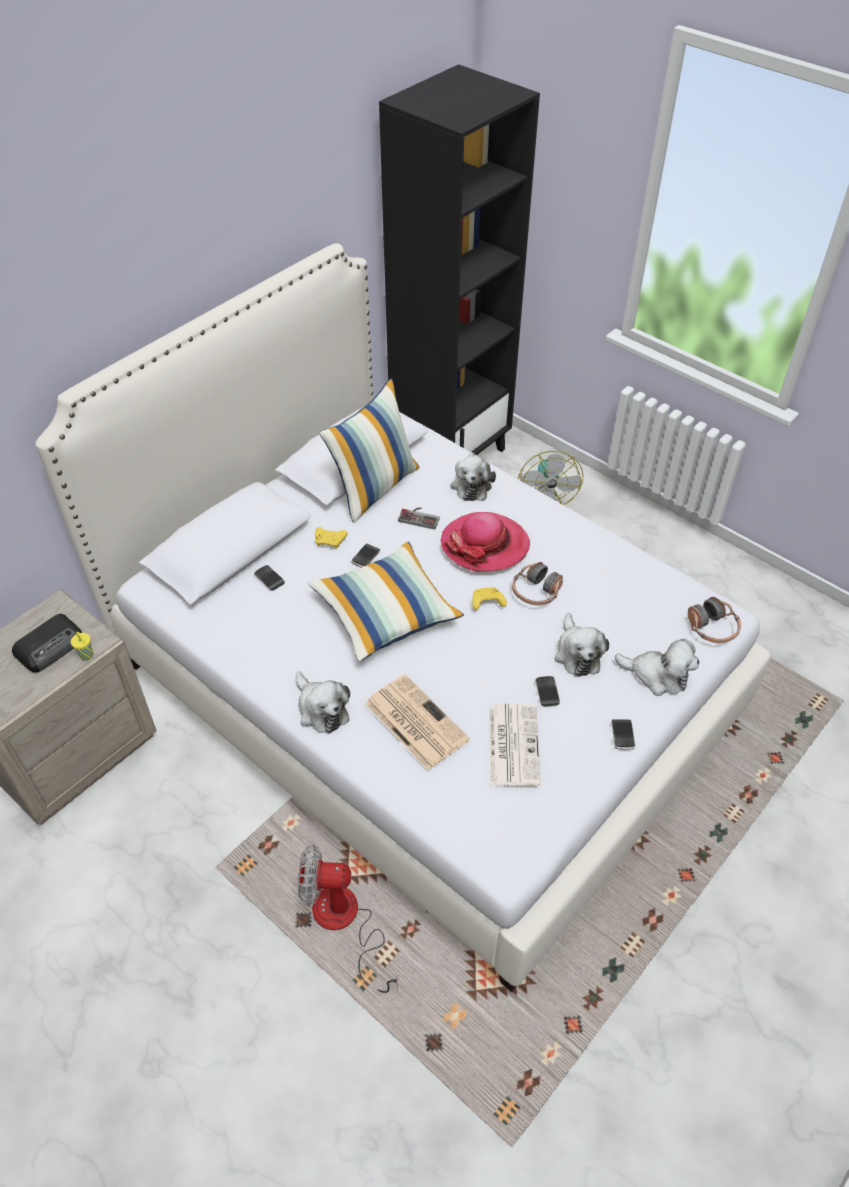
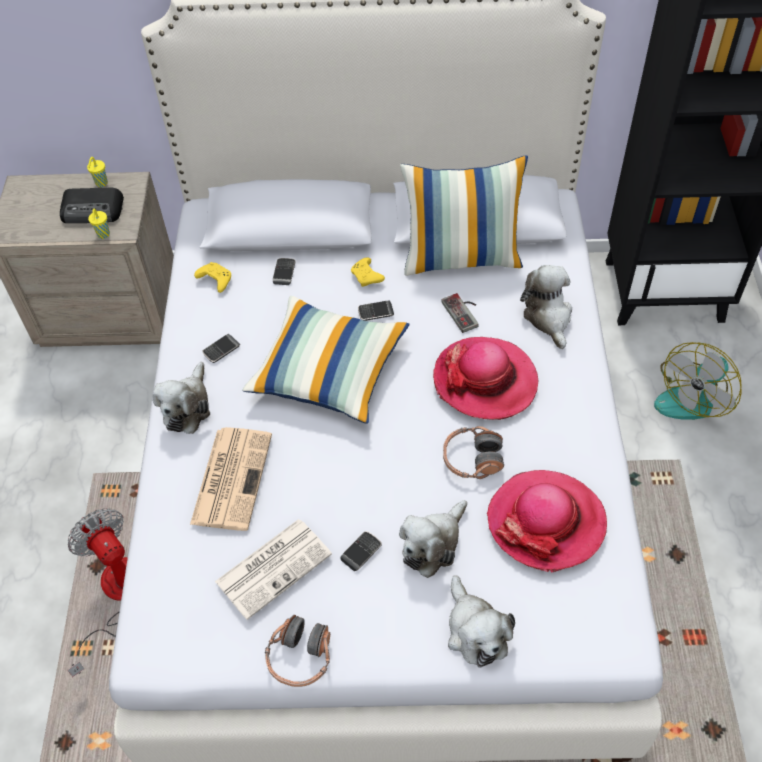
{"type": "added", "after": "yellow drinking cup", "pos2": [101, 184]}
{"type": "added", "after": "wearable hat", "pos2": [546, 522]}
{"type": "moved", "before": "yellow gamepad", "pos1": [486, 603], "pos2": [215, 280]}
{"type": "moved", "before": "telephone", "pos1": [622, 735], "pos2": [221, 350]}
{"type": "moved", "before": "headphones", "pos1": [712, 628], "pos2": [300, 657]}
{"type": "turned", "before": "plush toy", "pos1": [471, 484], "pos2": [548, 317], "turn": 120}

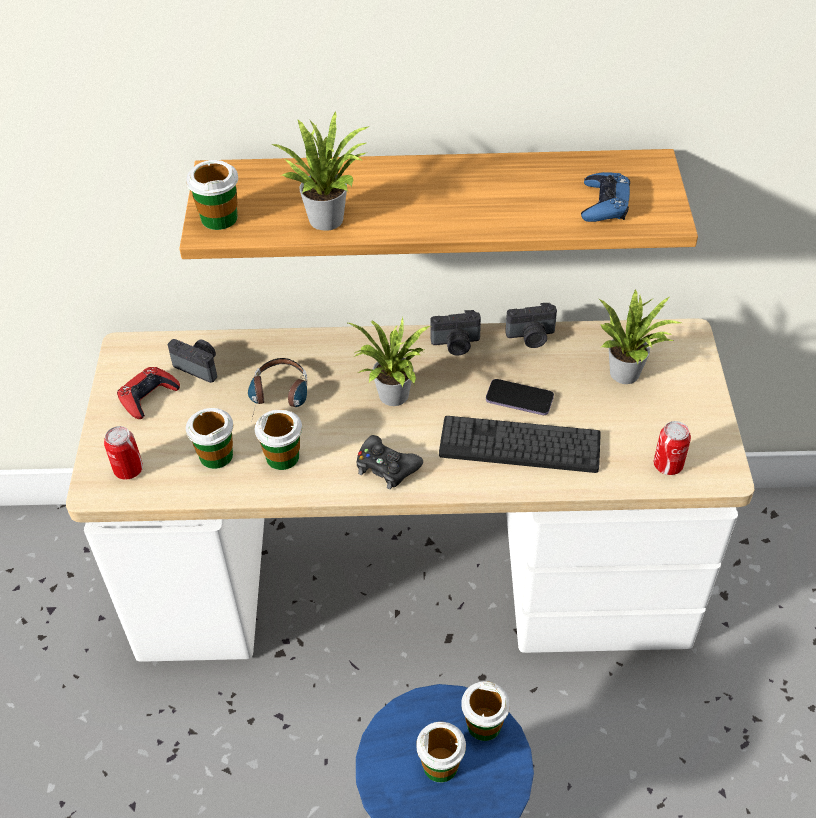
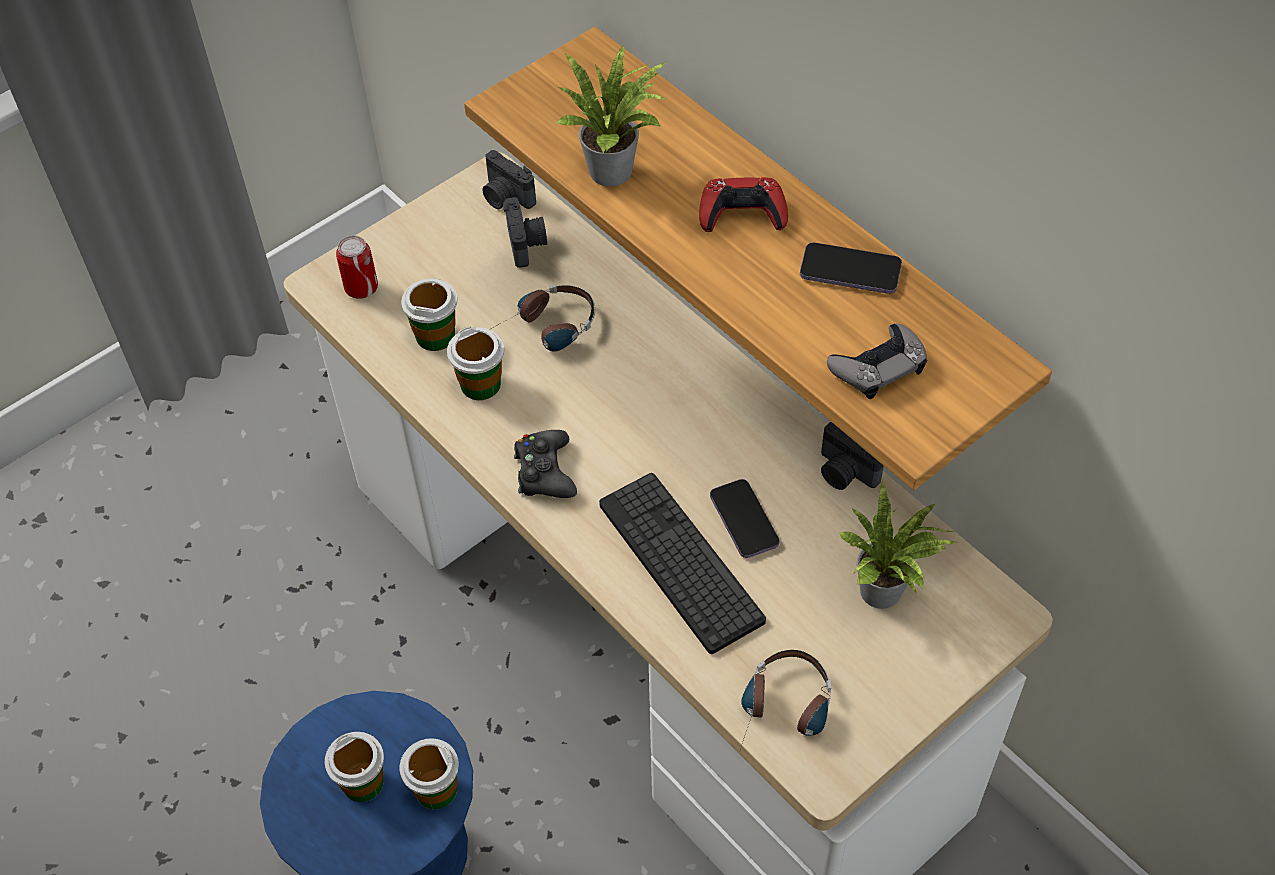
{"type": "removed", "before": "drinking cup", "pos1": [219, 218]}
{"type": "removed", "before": "houseplant", "pos1": [392, 398]}
{"type": "added", "after": "telephone", "pos2": [850, 271]}
{"type": "moved", "before": "reddish gamepad", "pos1": [148, 396], "pos2": [742, 213]}
{"type": "moved", "before": "still camera", "pos1": [456, 344], "pos2": [505, 197]}
{"type": "replaced", "before": "can", "after": "headphones", "pos1": [668, 465], "pos2": [784, 713]}
{"type": "recoloured", "before": "blue gamepad", "after": "gray gamepad", "pos1": [604, 204], "pos2": [878, 367]}

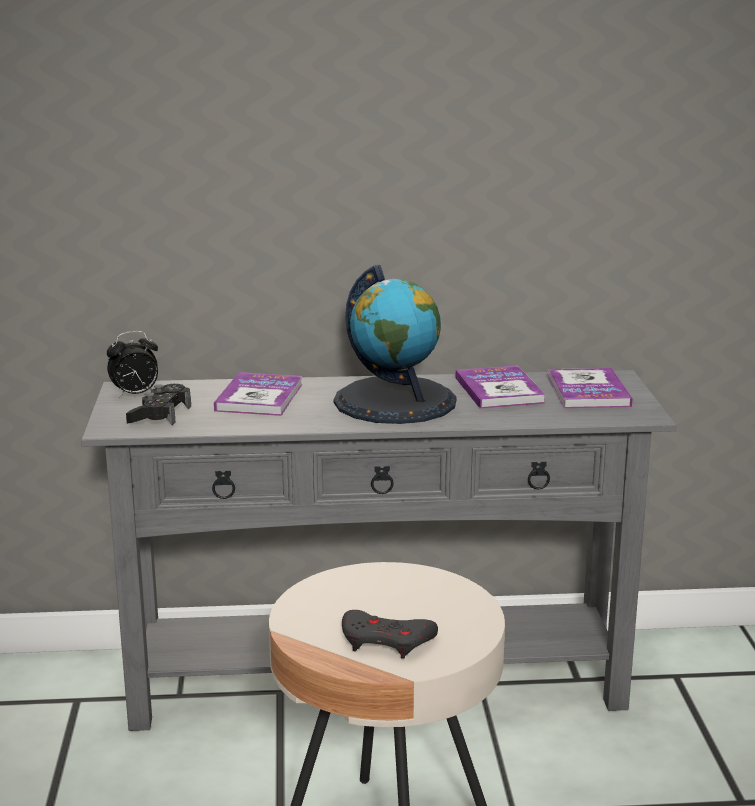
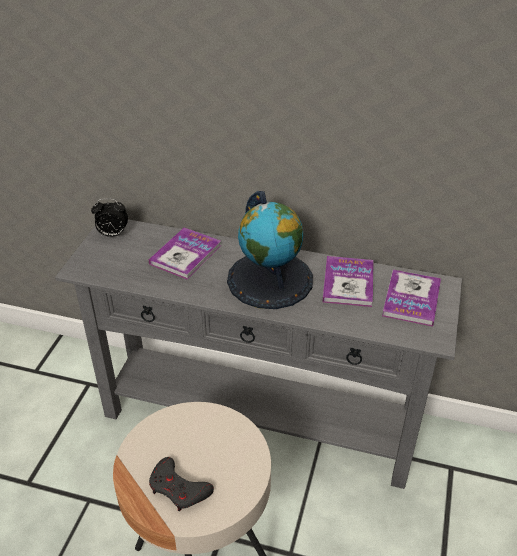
{"type": "removed", "before": "black gamepad", "pos1": [160, 414]}

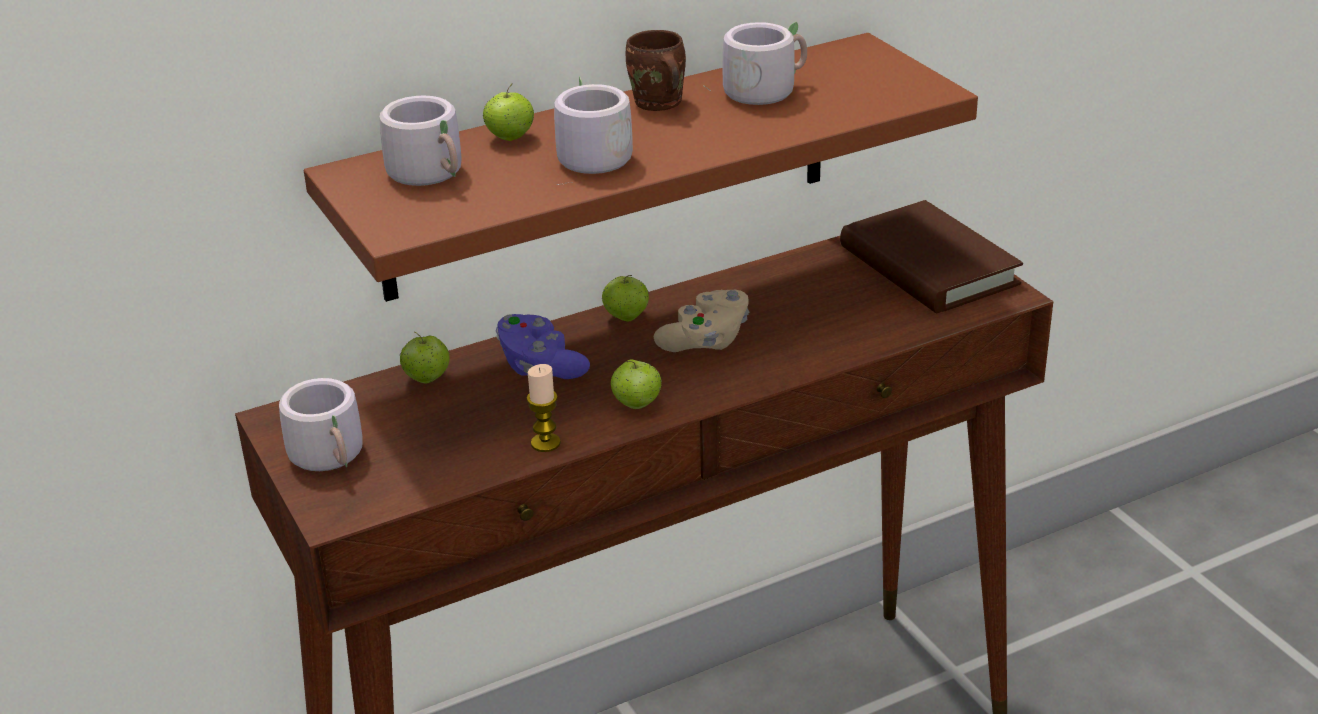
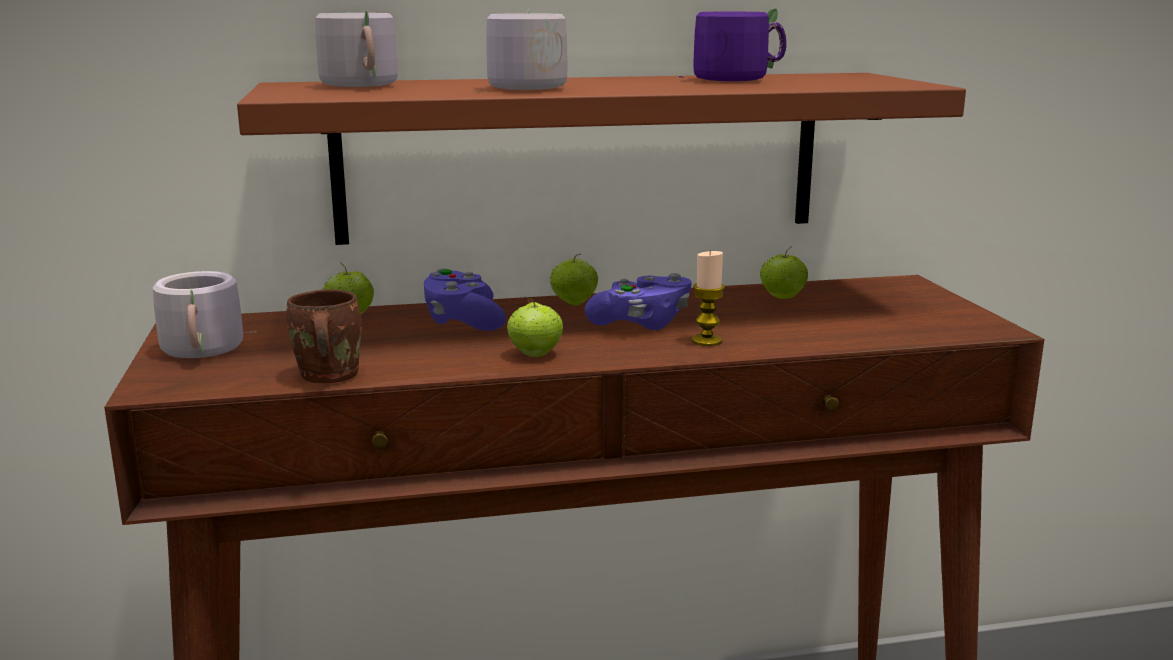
{"type": "removed", "before": "brownish volume", "pos1": [928, 266]}
{"type": "moved", "before": "apple", "pos1": [510, 138], "pos2": [782, 298]}
{"type": "moved", "before": "candle", "pos1": [545, 443], "pos2": [706, 341]}
{"type": "moved", "before": "brownish tea mug", "pos1": [657, 105], "pos2": [325, 377]}
{"type": "recoloured", "before": "beige gamepad", "after": "purple-coloured gamepad", "pos1": [706, 340], "pos2": [641, 324]}
{"type": "recoloured", "before": "gray tea mug", "after": "purple-coloured tea mug", "pos1": [764, 90], "pos2": [737, 79]}

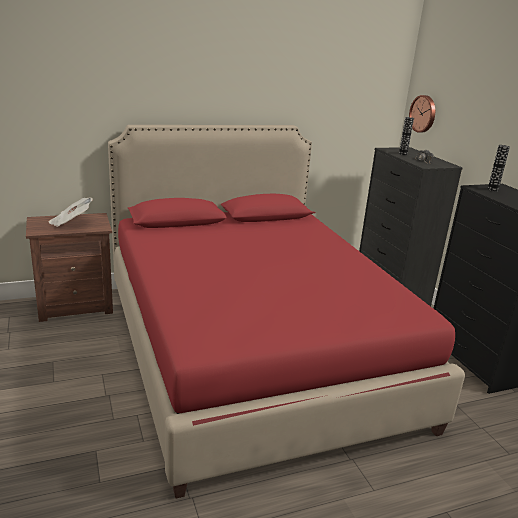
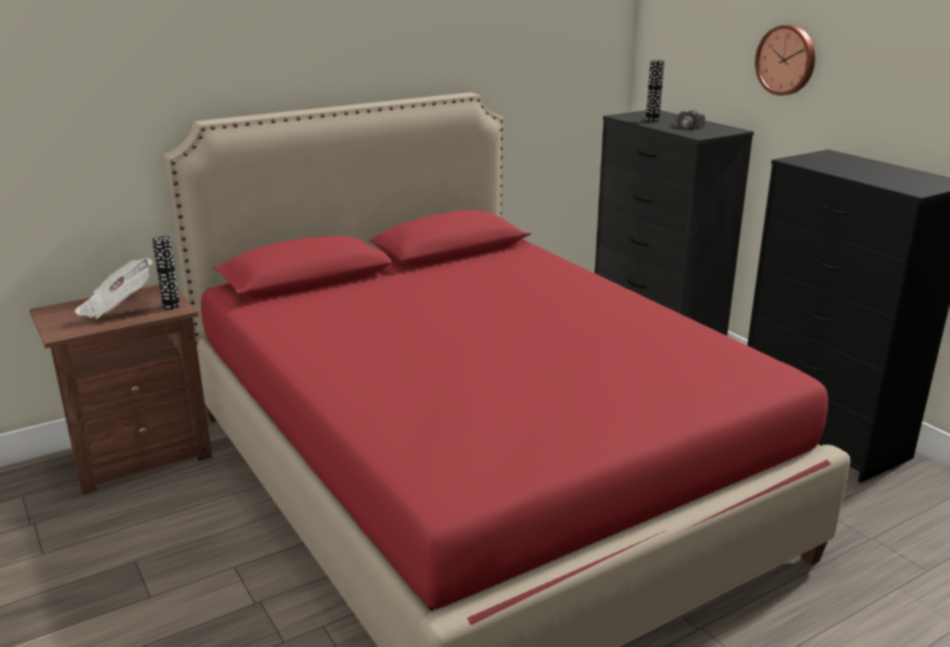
{"type": "moved", "before": "hanging clock", "pos1": [423, 114], "pos2": [787, 60]}
{"type": "moved", "before": "flower vase", "pos1": [493, 189], "pos2": [171, 306]}

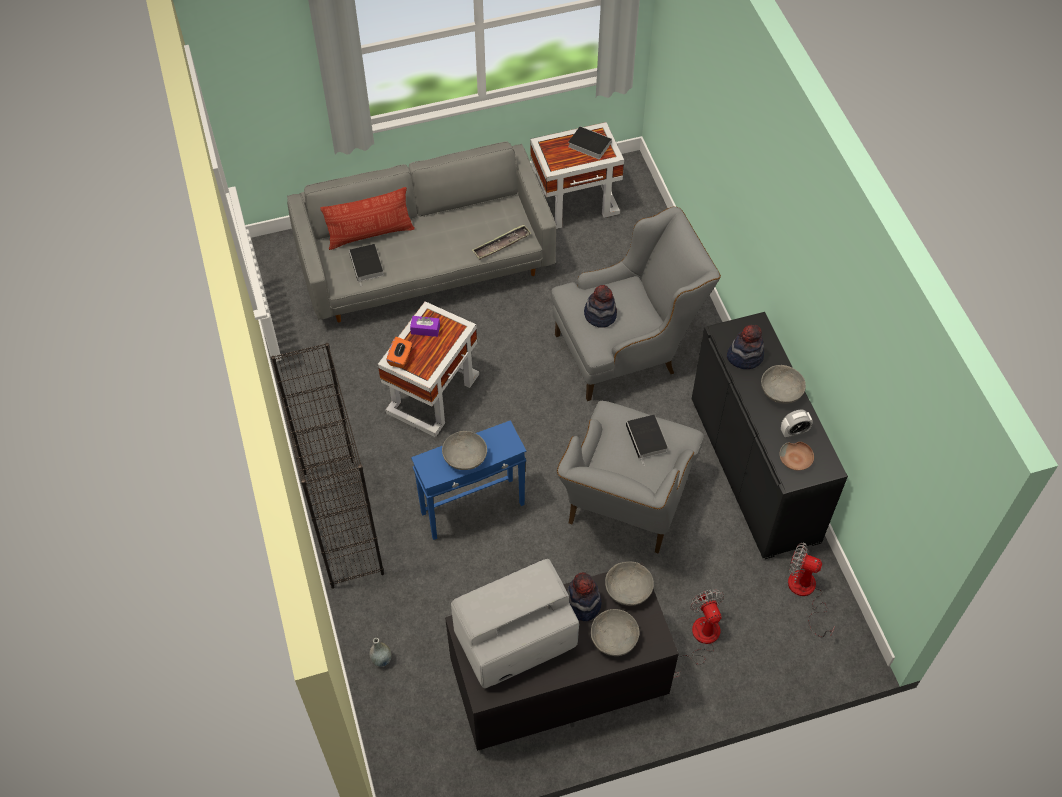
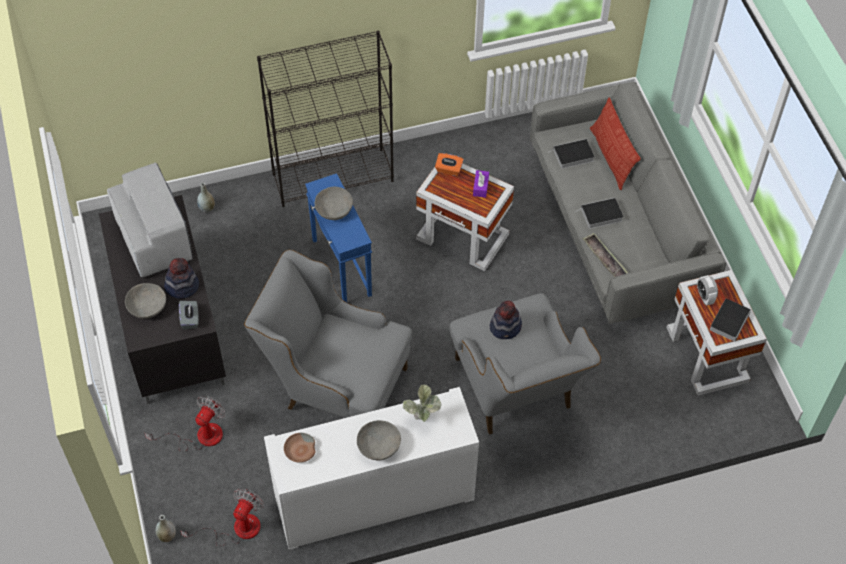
{"type": "added", "after": "gray flower vase", "pos2": [167, 536]}
{"type": "moved", "before": "volume", "pos1": [647, 440], "pos2": [600, 215]}
{"type": "moved", "before": "table clock", "pos1": [794, 432], "pos2": [704, 297]}
{"type": "replaced", "before": "gray bowl", "after": "gray tissue box", "pos1": [628, 590], "pos2": [190, 319]}
{"type": "replaced", "before": "wearable hat", "after": "houseplant", "pos1": [744, 356], "pos2": [422, 418]}
{"type": "recoloured", "before": "black cupboard", "after": "whitish cupboard", "pos1": [754, 469], "pos2": [374, 497]}
{"type": "turned", "before": "cooling fan", "pos1": [700, 639], "pos2": [200, 436], "turn": -45}

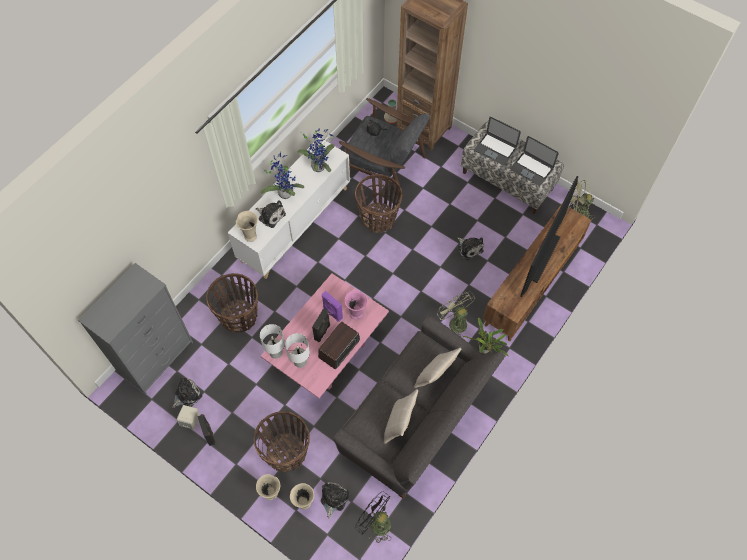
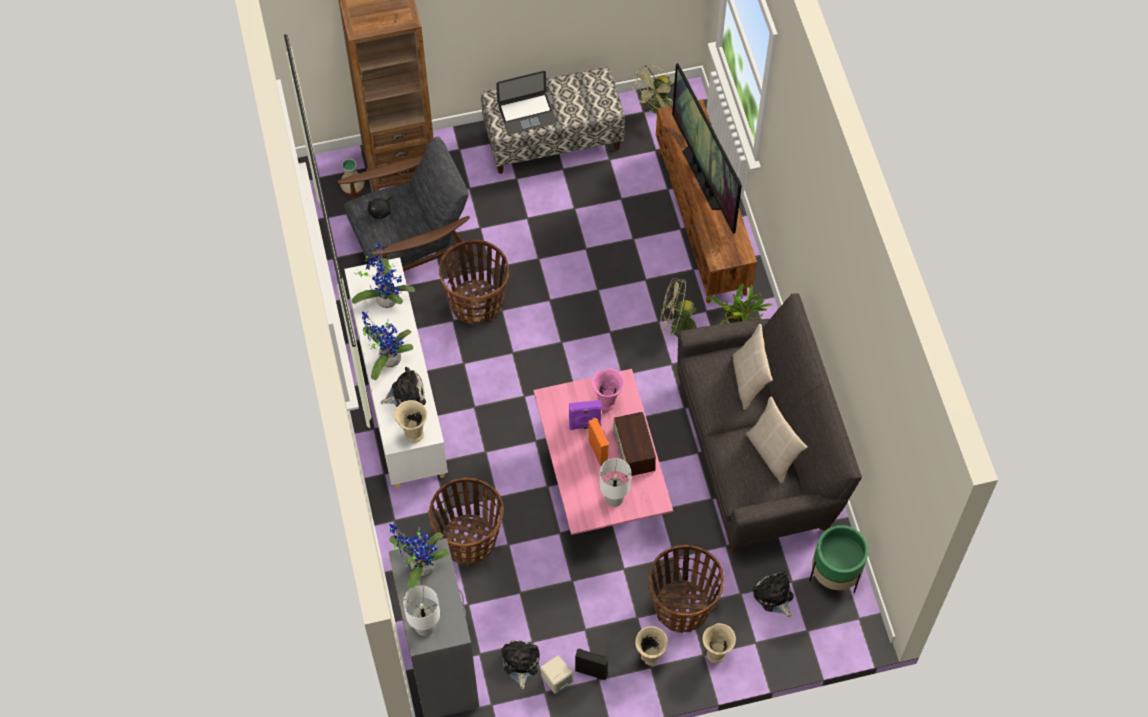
{"type": "removed", "before": "plush toy", "pos1": [469, 248]}
{"type": "removed", "before": "laptop", "pos1": [531, 169]}
{"type": "added", "after": "houseplant", "pos2": [419, 566]}
{"type": "moved", "before": "whitish lamp for a table", "pos1": [276, 352], "pos2": [424, 626]}
{"type": "moved", "before": "beige flower vase", "pos1": [304, 503], "pos2": [650, 657]}
{"type": "replaced", "before": "black cooling fan", "after": "green-coloured flower pot", "pos1": [376, 523], "pos2": [834, 575]}
{"type": "recoloured", "before": "black speaker", "after": "orange speaker", "pos1": [322, 332], "pos2": [599, 451]}

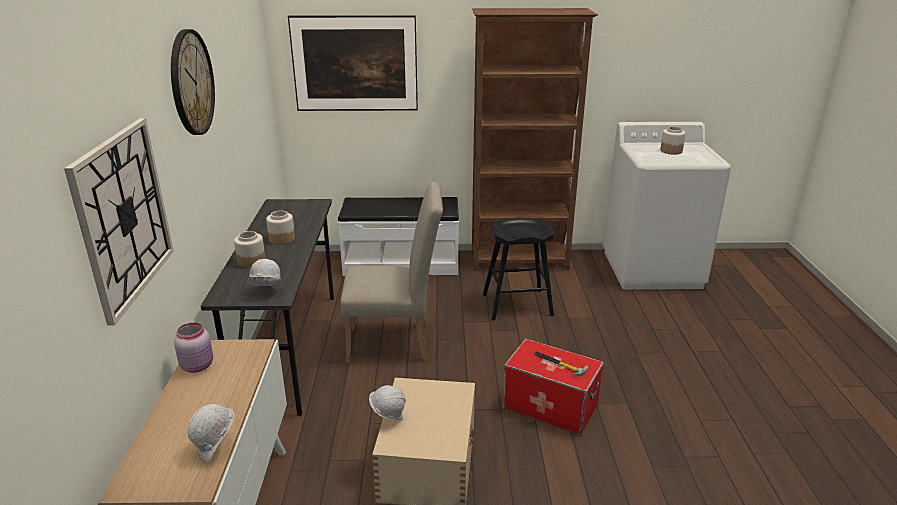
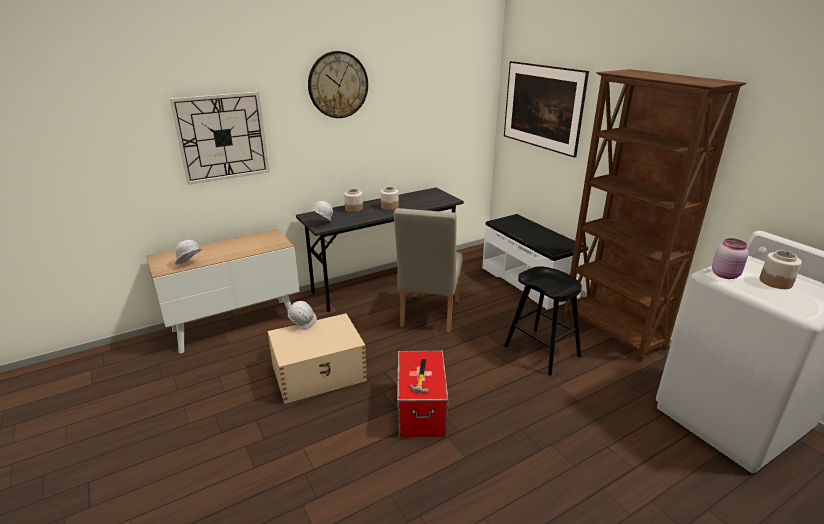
{"type": "moved", "before": "pinkish jar", "pos1": [198, 365], "pos2": [725, 275]}
{"type": "turned", "before": "beige chair", "pos1": [396, 343], "pos2": [428, 316], "turn": 45}

